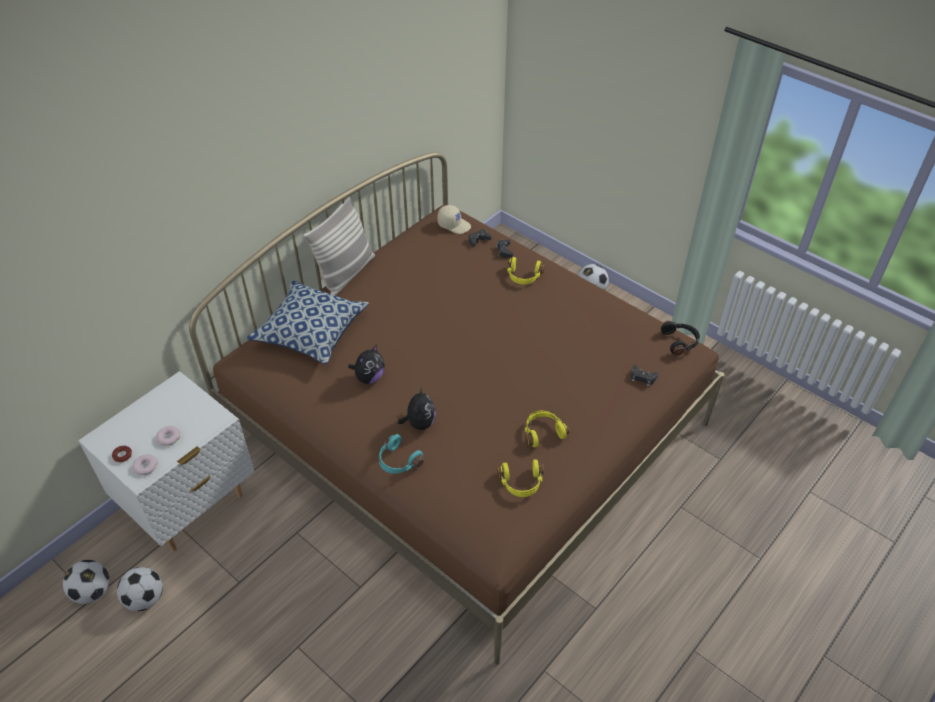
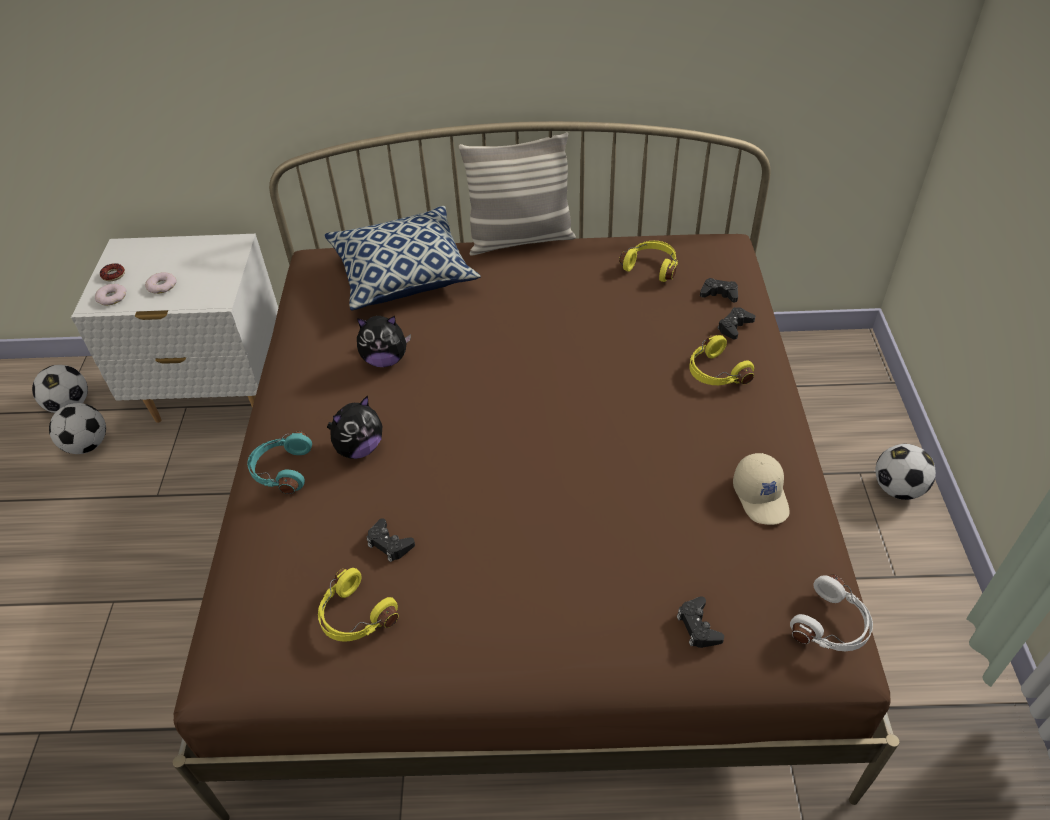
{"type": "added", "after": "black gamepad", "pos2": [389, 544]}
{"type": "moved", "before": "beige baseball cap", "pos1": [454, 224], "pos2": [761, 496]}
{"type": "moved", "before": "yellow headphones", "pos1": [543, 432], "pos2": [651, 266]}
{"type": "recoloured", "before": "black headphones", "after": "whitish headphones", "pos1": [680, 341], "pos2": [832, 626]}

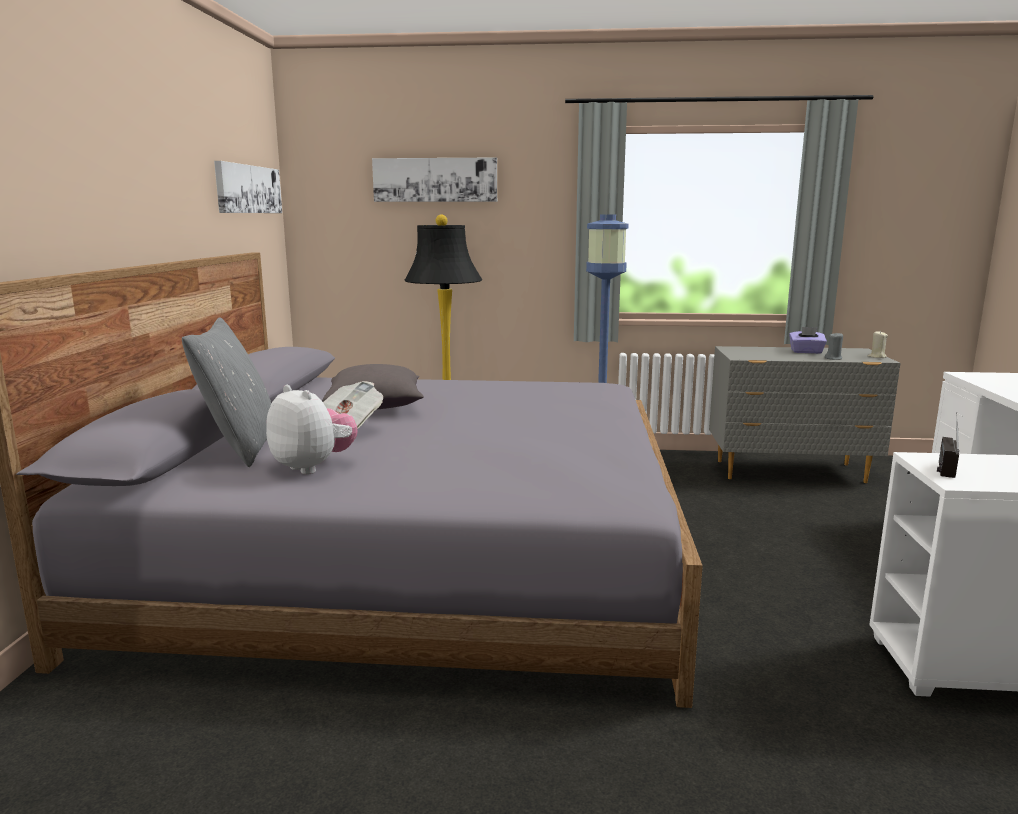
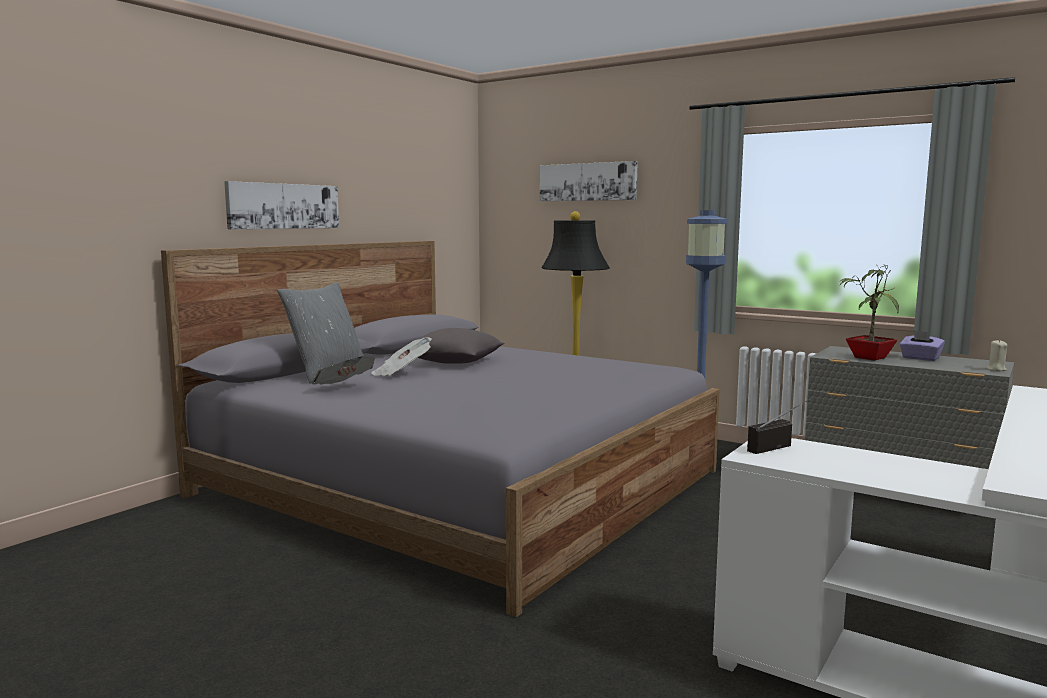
{"type": "removed", "before": "gray candle", "pos1": [833, 358]}
{"type": "added", "after": "houseplant", "pos2": [868, 357]}
{"type": "moved", "before": "wall picture", "pos1": [248, 189], "pos2": [283, 206]}
{"type": "replaced", "before": "plush toy", "after": "daily paper", "pos1": [313, 467], "pos2": [344, 388]}

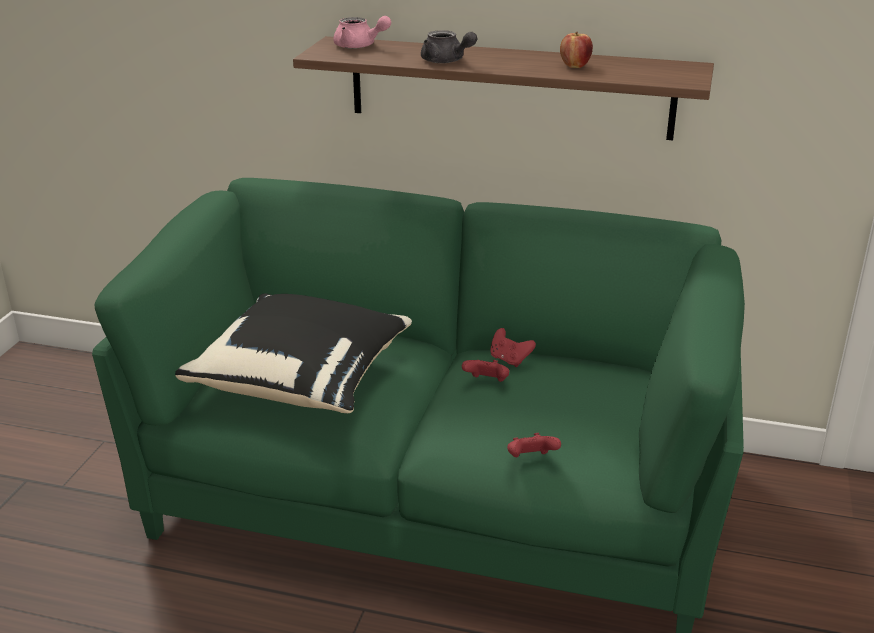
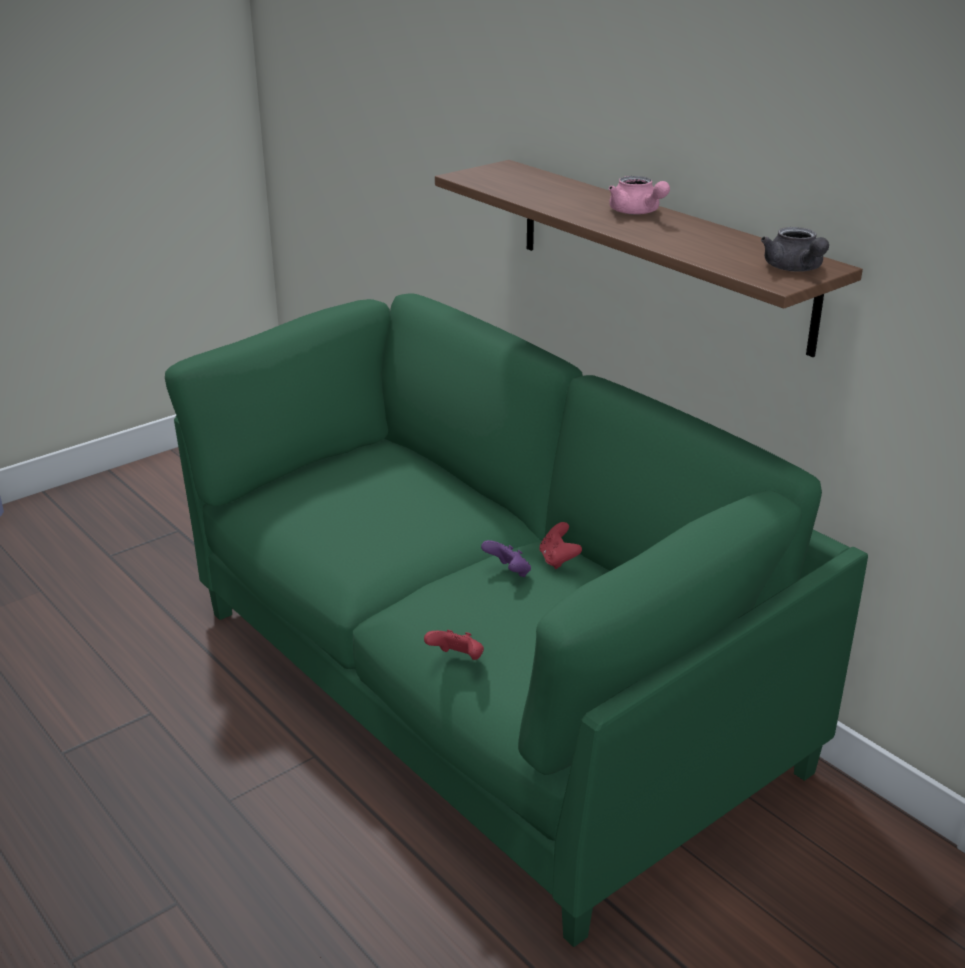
{"type": "removed", "before": "black pillow", "pos1": [303, 380]}
{"type": "removed", "before": "apple", "pos1": [575, 66]}
{"type": "moved", "before": "pinkish tea pot", "pos1": [359, 46], "pos2": [637, 212]}
{"type": "moved", "before": "gray tea pot", "pos1": [446, 61], "pos2": [795, 269]}
{"type": "recoloured", "before": "reddish gamepad", "after": "purple-coloured gamepad", "pos1": [486, 382], "pos2": [508, 572]}

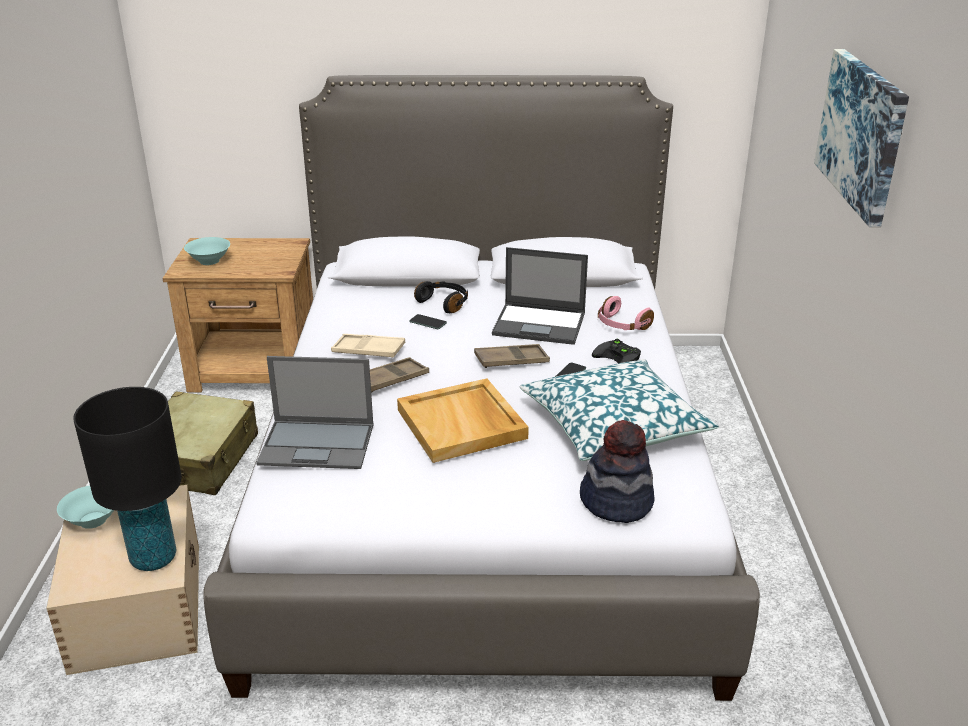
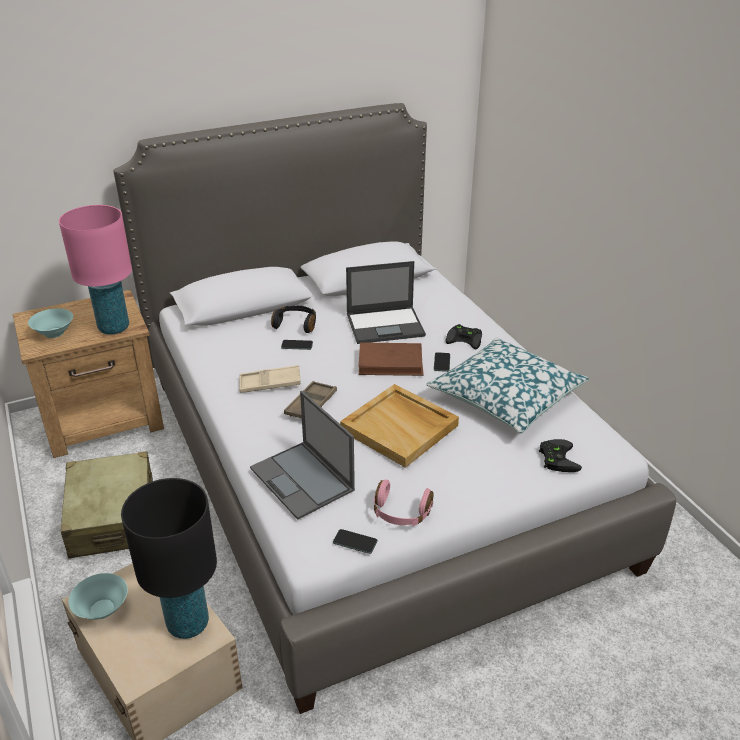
{"type": "removed", "before": "wall picture", "pos1": [863, 133]}
{"type": "added", "after": "pinkish lamp for a table", "pos2": [114, 328]}
{"type": "added", "after": "telephone", "pos2": [355, 542]}
{"type": "moved", "before": "pinkish headphones", "pos1": [621, 325], "pos2": [401, 513]}
{"type": "replaced", "before": "brownish carrying tray", "after": "brownish volume", "pos1": [511, 361], "pos2": [391, 362]}
{"type": "replaced", "before": "wearable hat", "after": "black gamepad", "pos1": [616, 502], "pos2": [556, 457]}
{"type": "turned", "before": "laptop", "pos1": [318, 444], "pos2": [303, 480], "turn": 75}

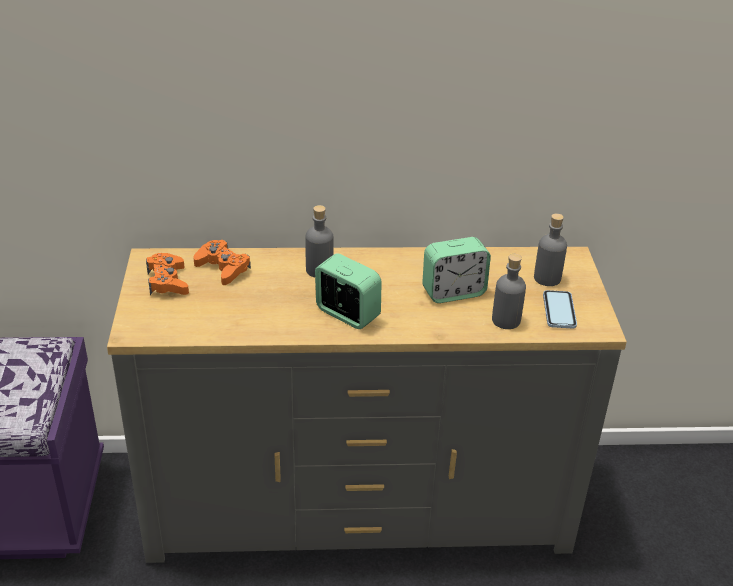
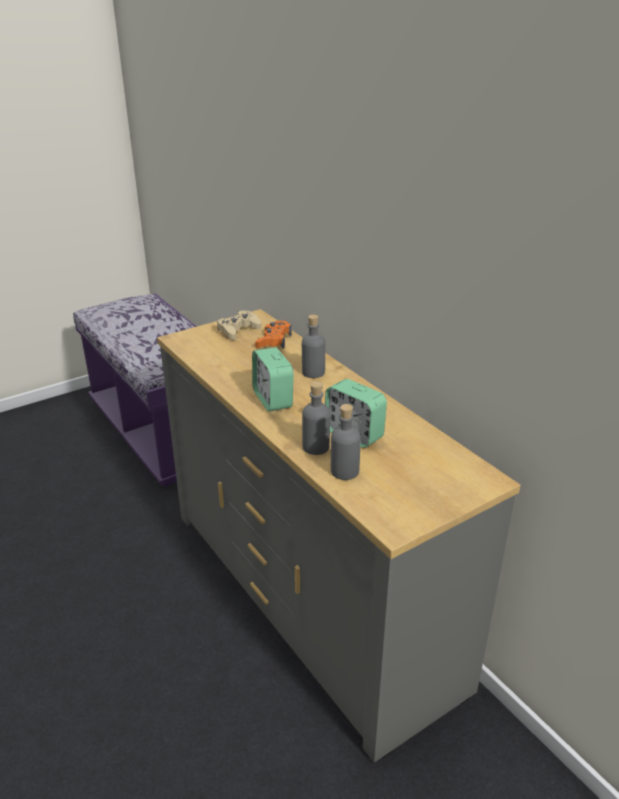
{"type": "removed", "before": "telephone", "pos1": [559, 311]}
{"type": "moved", "before": "gray bottle", "pos1": [547, 278], "pos2": [315, 447]}
{"type": "recoloured", "before": "orange gamepad", "after": "beige gamepad", "pos1": [167, 281], "pos2": [238, 330]}
{"type": "turned", "before": "table clock", "pos1": [347, 314], "pos2": [273, 400], "turn": 150}

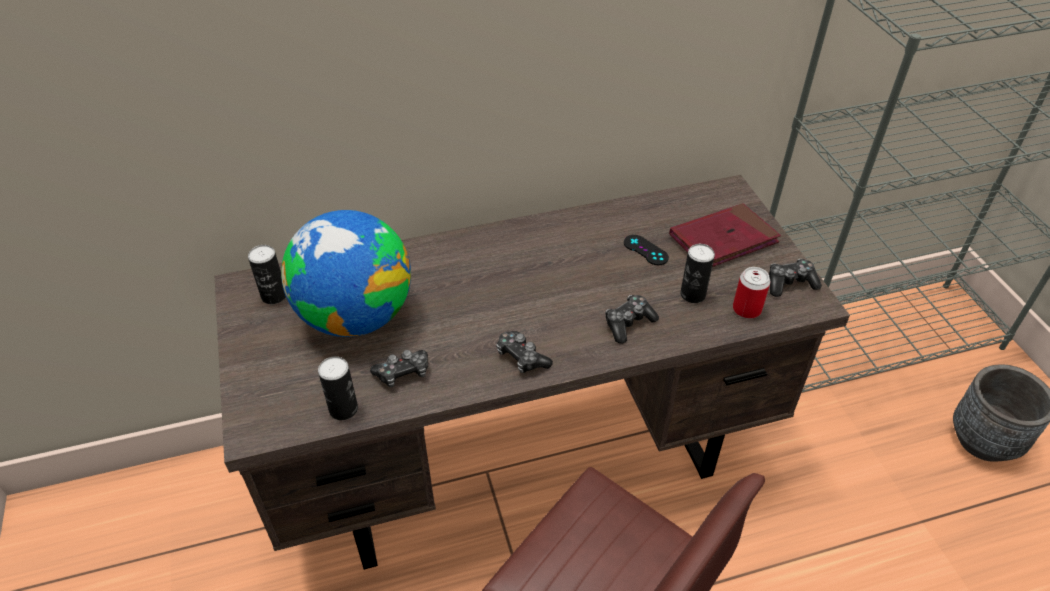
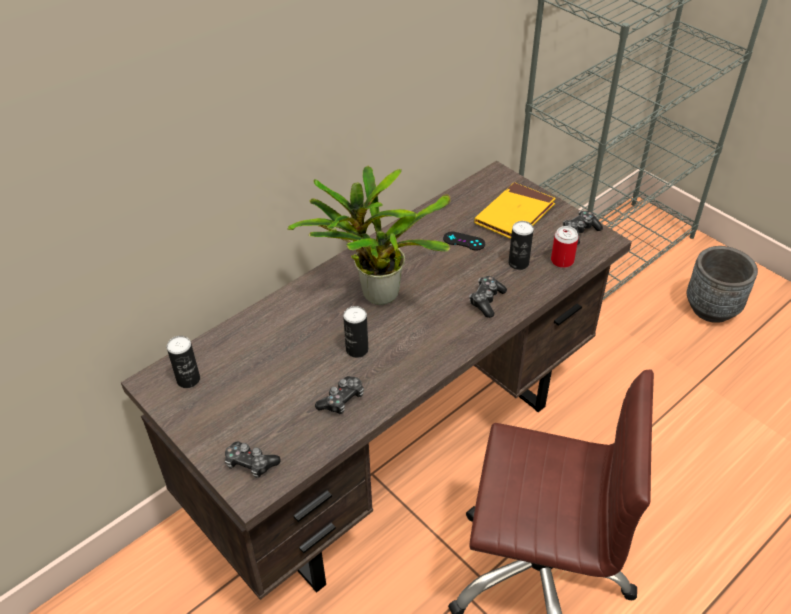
{"type": "removed", "before": "desk globe", "pos1": [355, 316]}
{"type": "added", "after": "houseplant", "pos2": [375, 293]}
{"type": "moved", "before": "can", "pos1": [343, 409], "pos2": [357, 349]}
{"type": "moved", "before": "gamepad", "pos1": [521, 357], "pos2": [250, 463]}
{"type": "recoloured", "before": "reddish volume", "after": "yellow volume", "pos1": [723, 240], "pos2": [514, 215]}

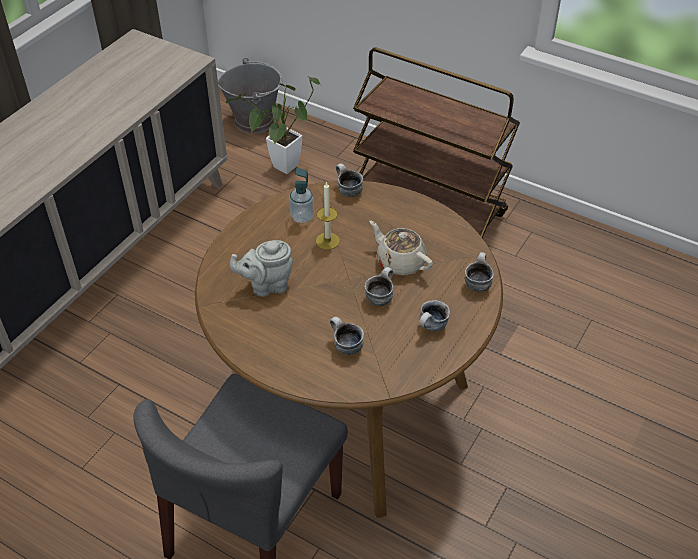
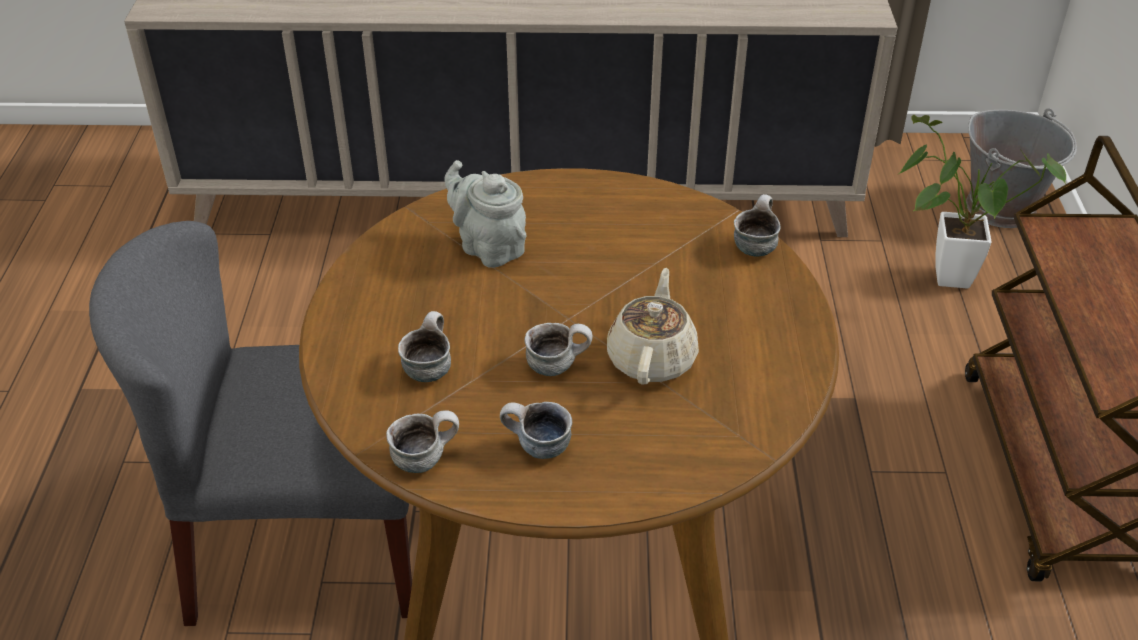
{"type": "removed", "before": "liquid soap bottle", "pos1": [302, 217]}
{"type": "removed", "before": "candle", "pos1": [327, 241]}
{"type": "moved", "before": "tea mug", "pos1": [477, 282], "pos2": [425, 457]}

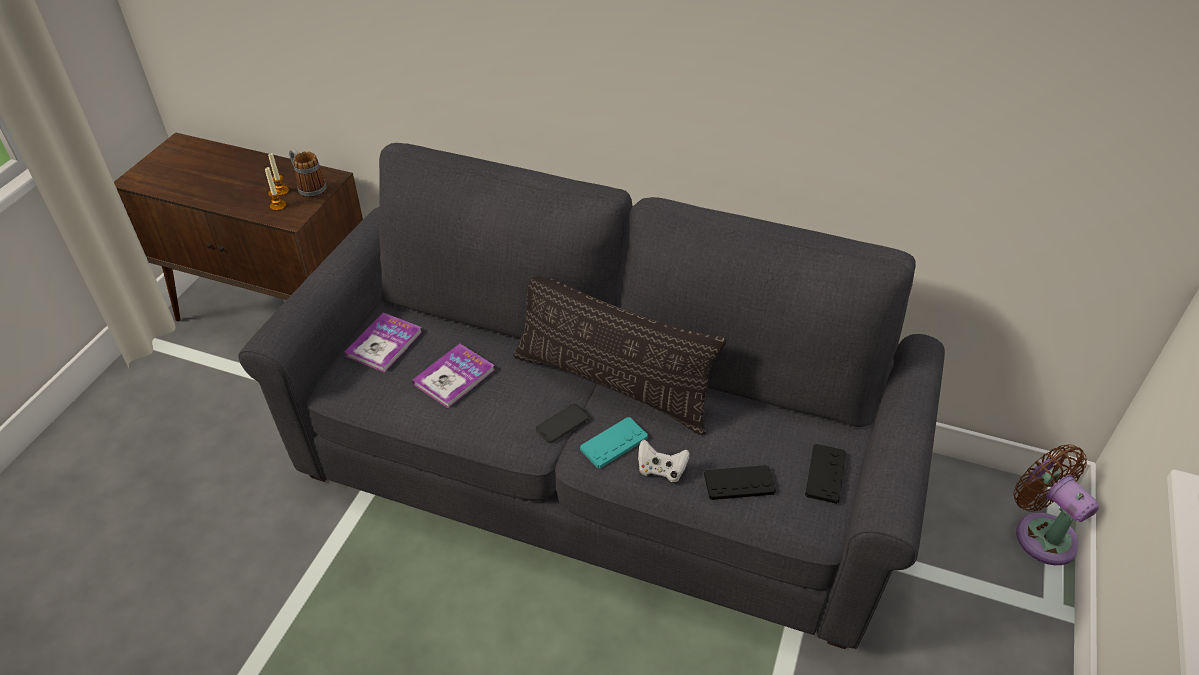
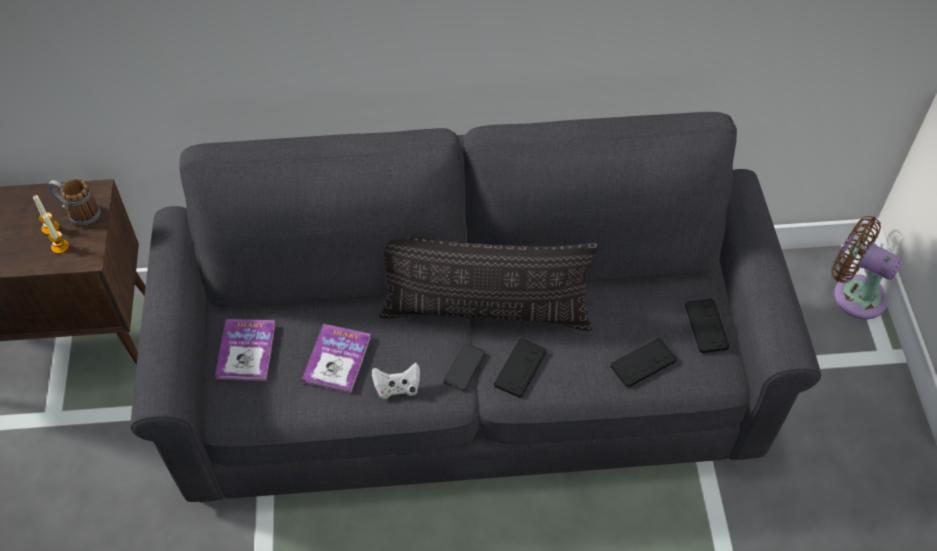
{"type": "moved", "before": "whitish gamepad", "pos1": [661, 470], "pos2": [397, 388]}
{"type": "recoloured", "before": "blue-green gamepad", "after": "black gamepad", "pos1": [614, 443], "pos2": [520, 368]}

